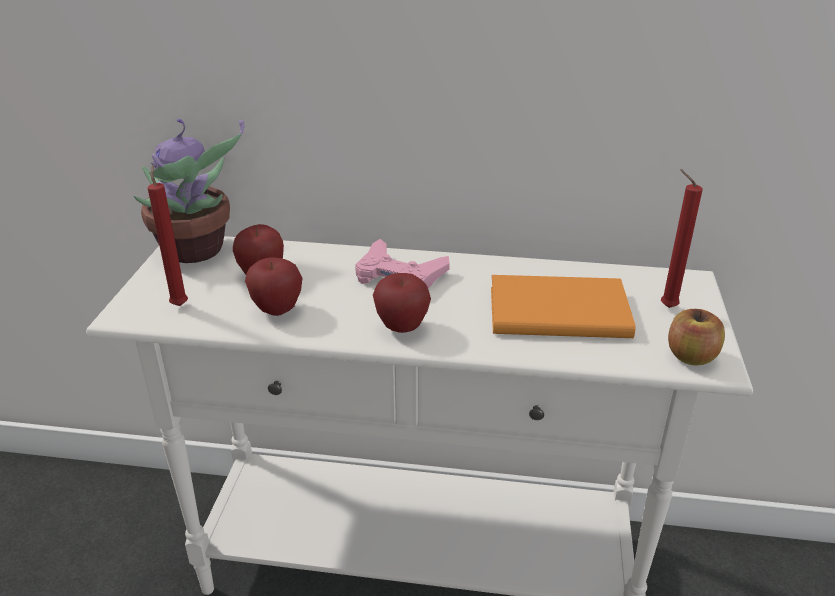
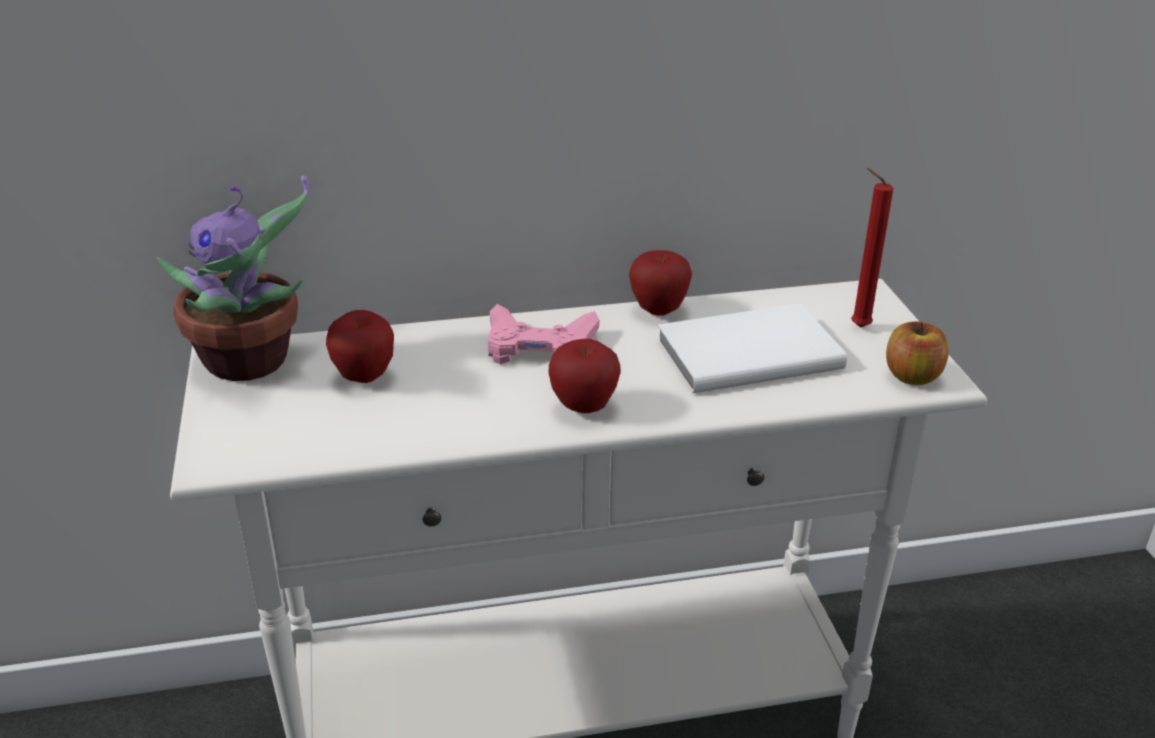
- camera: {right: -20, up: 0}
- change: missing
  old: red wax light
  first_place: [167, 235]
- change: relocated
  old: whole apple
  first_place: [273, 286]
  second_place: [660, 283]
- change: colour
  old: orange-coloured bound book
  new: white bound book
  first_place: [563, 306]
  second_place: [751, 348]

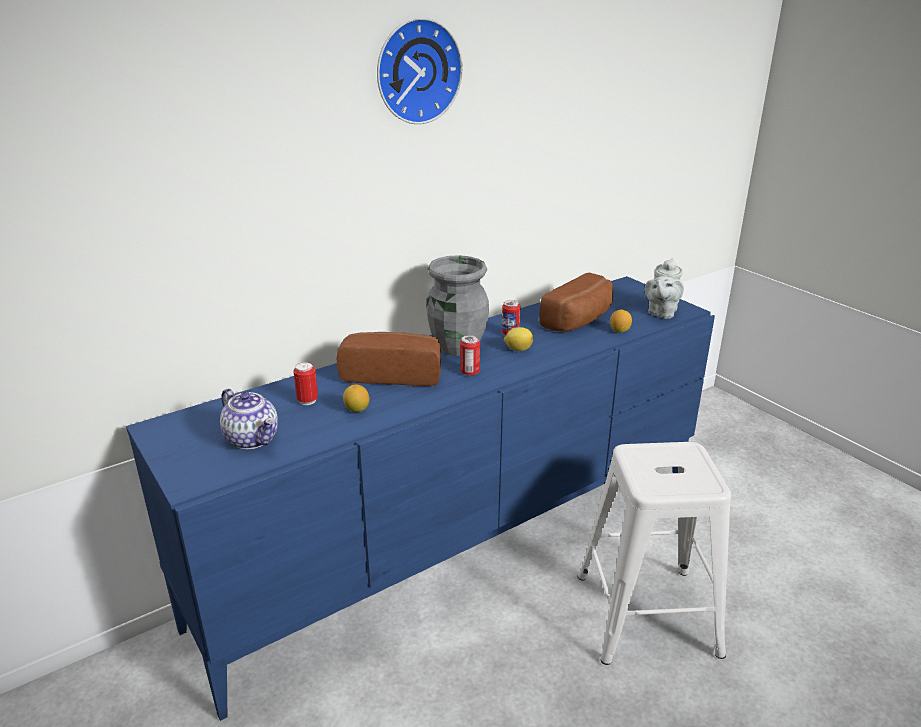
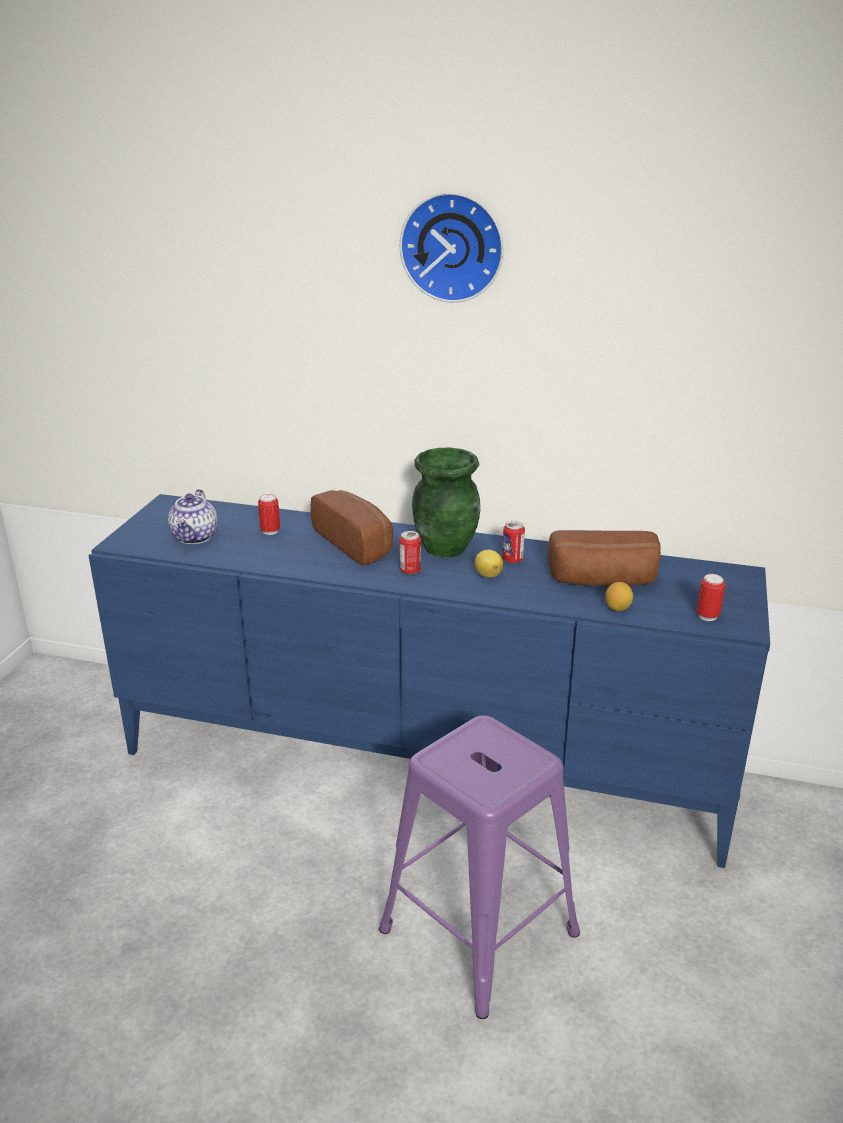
- camera: {right: 50, up: 0}
- change: colour
  old: greyish decorative vase
  new: green decorative vase
  first_place: [457, 305]
  second_place: [446, 503]
- change: exchanged
  old: greyish teapot
  new: sealed can
  first_place: [664, 288]
  second_place: [711, 597]
- change: missing
  old: whole lemon
  first_place: [356, 398]
- change: colour
  old: white stool seat
  new: purple stool seat
  first_place: [654, 553]
  second_place: [479, 867]

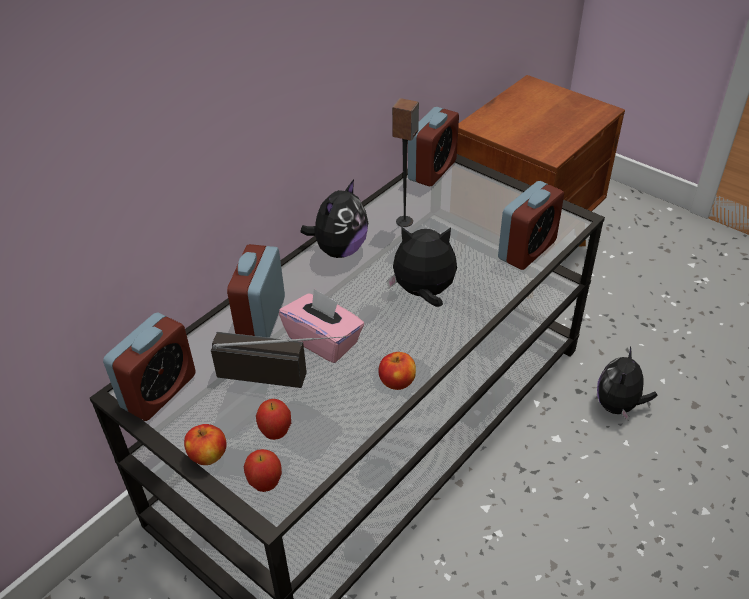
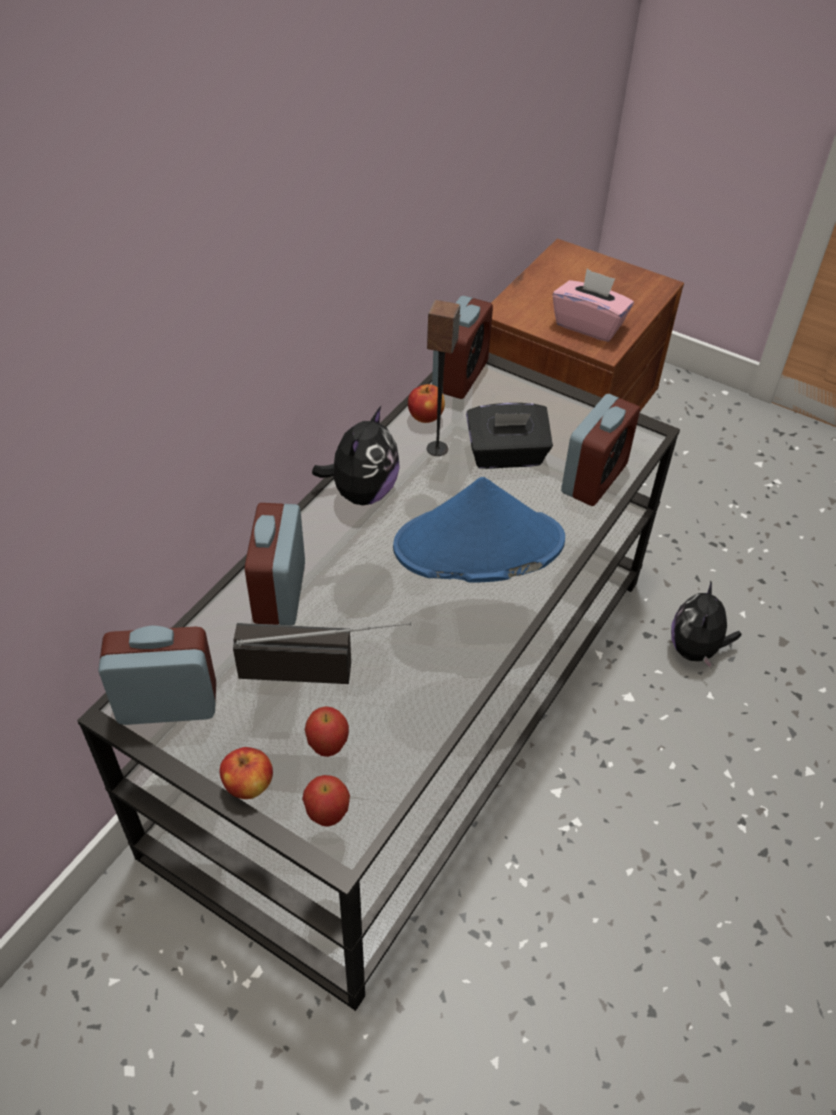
- camera: {right: -10, up: 5}
- change: exchanged
  old: plush toy
  new: blue-coloured hat
  first_place: [422, 266]
  second_place: [479, 530]
- change: relocated
  old: pink-coloured tissue holder
  first_place: [321, 325]
  second_place: [593, 305]
- change: spun
  old: table clock
  first_place: [149, 366]
  second_place: [157, 675]
  degrees: -120
- change: relocated
  old: whole apple
  first_place: [397, 371]
  second_place: [426, 403]
- change: appeared
  new: black-coloured tissue holder
  second_place: [509, 436]

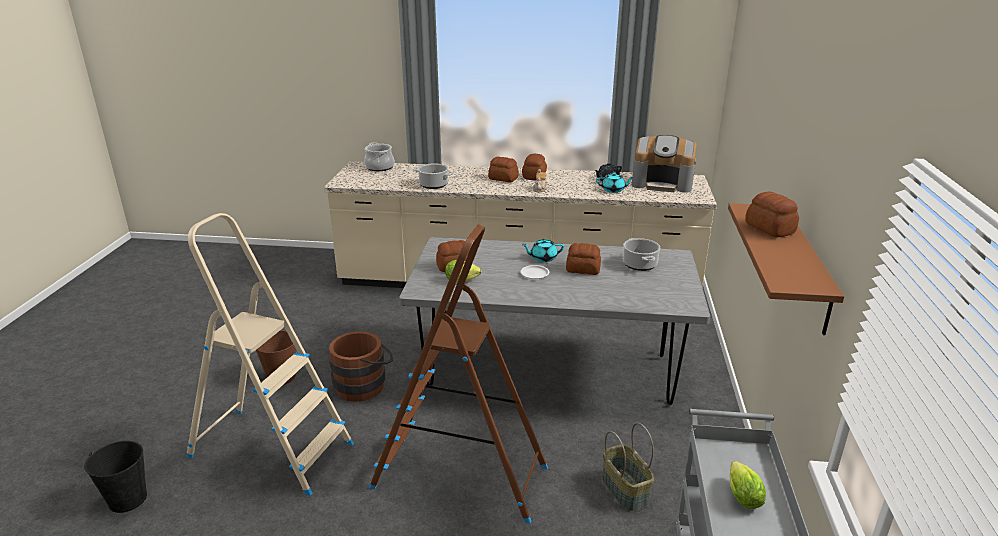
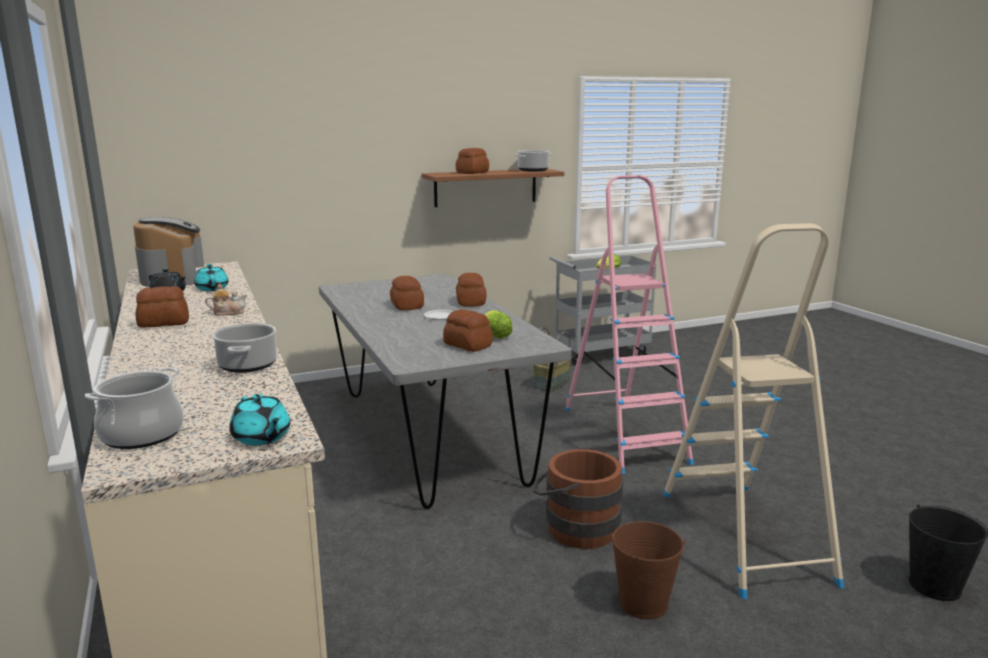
- camera: {right: -120, up: -10}
- change: relocated
  old: baked bread
  first_place: [503, 169]
  second_place: [471, 290]
- change: colour
  old: brownish step ladder
  new: pink-coloured step ladder
  first_place: [458, 373]
  second_place: [629, 324]
- change: relocated
  old: saucepot
  first_place: [641, 254]
  second_place: [533, 160]
- change: relocated
  old: blue-green teapot
  first_place: [543, 250]
  second_place: [259, 420]

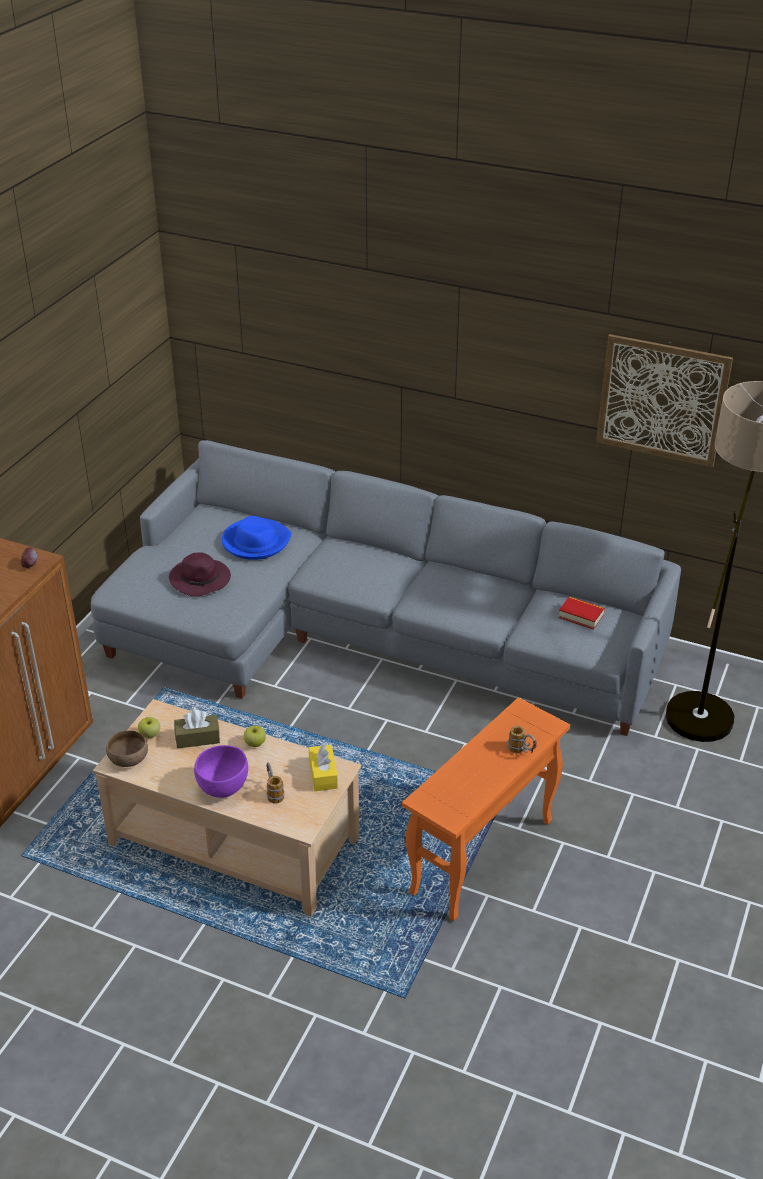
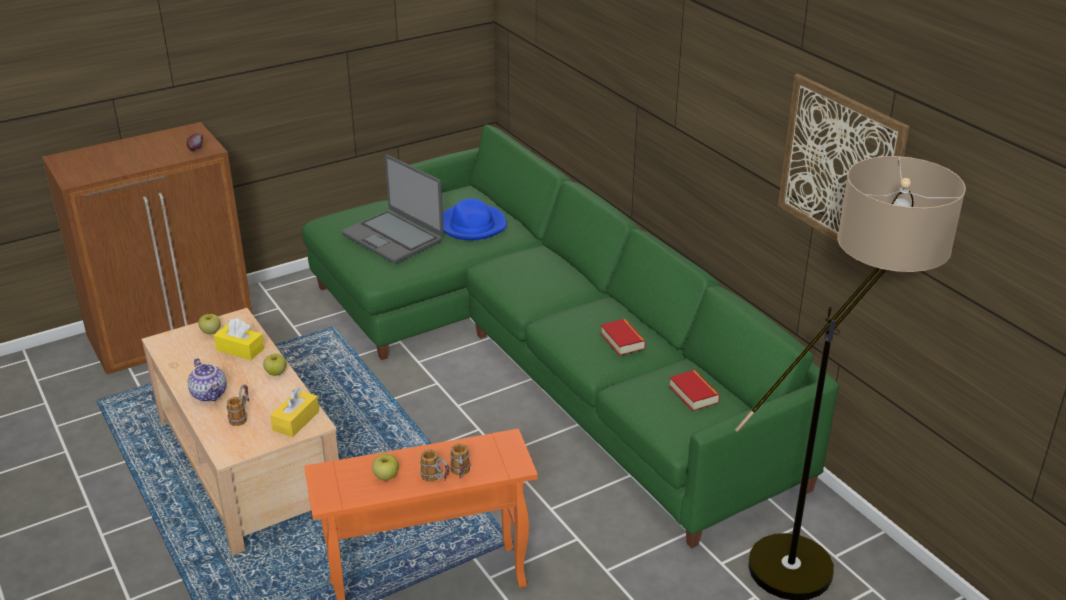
- camera: {right: 35, up: -5}
- change: colour
  old: greyish couch
  new: green couch
  first_place: [386, 588]
  second_place: [570, 336]
- change: exchanged
  old: purple hat
  new: notebook computer
  first_place: [200, 575]
  second_place: [393, 209]
- change: colour
  old: brownish tissue holder
  new: yellow-coloured tissue holder
  first_place: [197, 729]
  second_place: [239, 339]
- change: missing
  old: brownish deep dish
  first_place: [127, 748]
- change: exchanged
  old: purple deep dish
  new: teapot
  first_place: [221, 771]
  second_place: [207, 380]
- change: appeared
  new: bound book
  second_place: [623, 337]
- change: appeared
  new: tea mug
  second_place: [434, 466]
- change: appeared
  new: whole apple
  second_place: [385, 467]

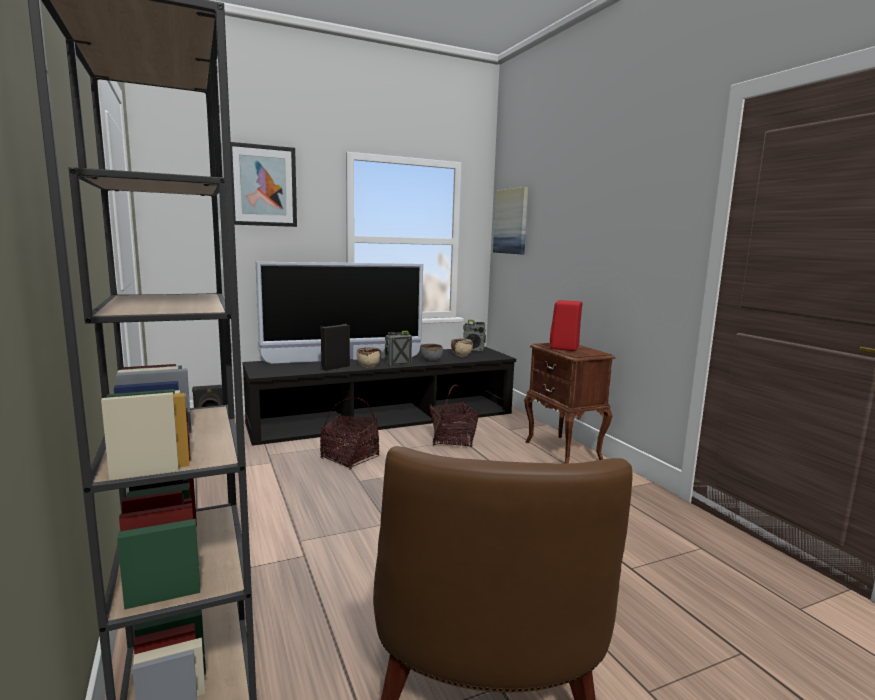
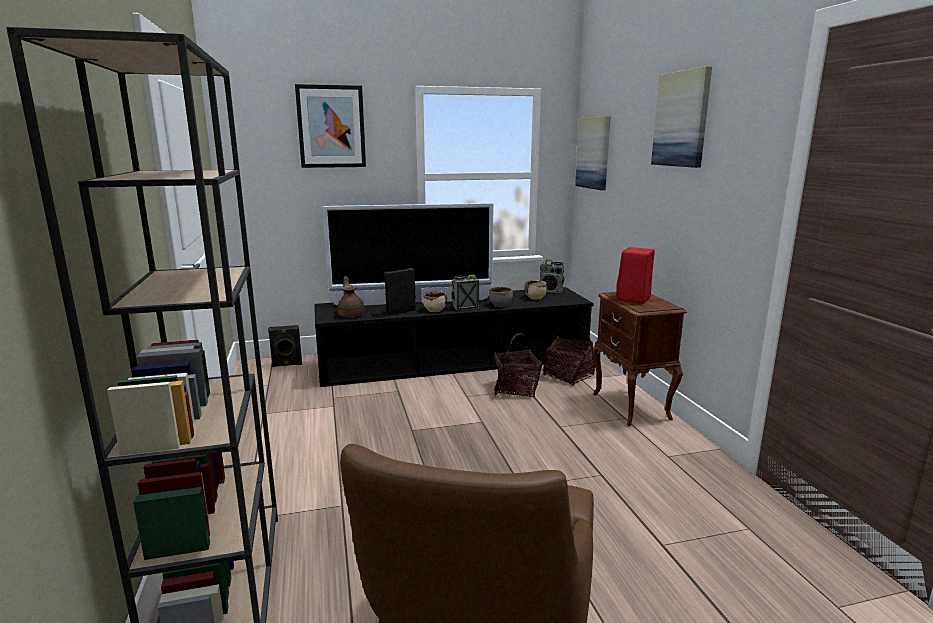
- camera: {right: 10, up: 5}
- change: relocated
  old: basket
  first_place: [349, 433]
  second_place: [569, 354]
- change: appeared
  new: picture
  second_place: [681, 117]
- change: appeared
  new: brownish teapot
  second_place: [351, 296]

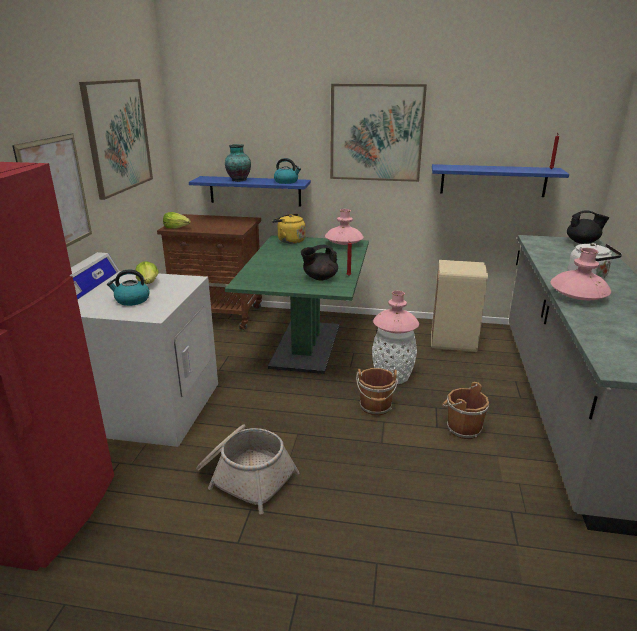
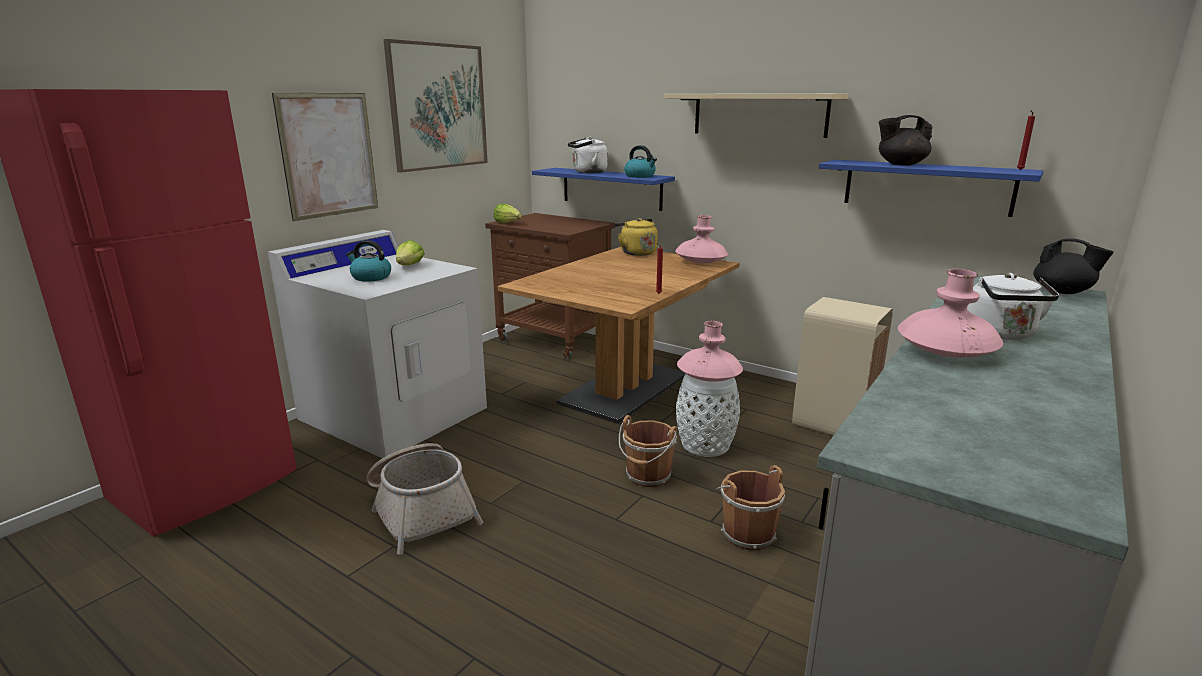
- camera: {right: 25, up: -5}
- change: exchanged
  old: picture
  new: beige-coloured shelf
  first_place: [378, 133]
  second_place: [755, 115]
- change: exchanged
  old: decorative vase
  new: white kettle
  first_place: [238, 163]
  second_place: [588, 155]
- change: colour
  old: green dining table
  new: brownish dining table
  first_place: [297, 305]
  second_place: [619, 335]
- change: relocated
  old: black-coloured teapot
  first_place: [319, 262]
  second_place: [906, 140]

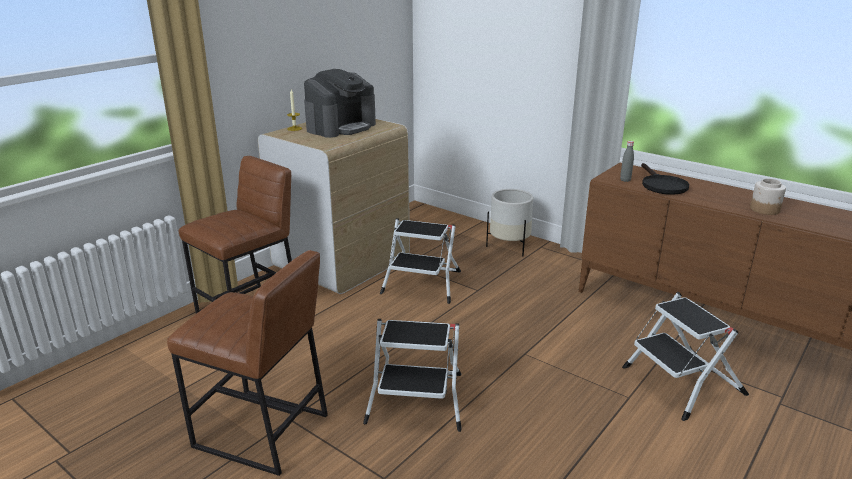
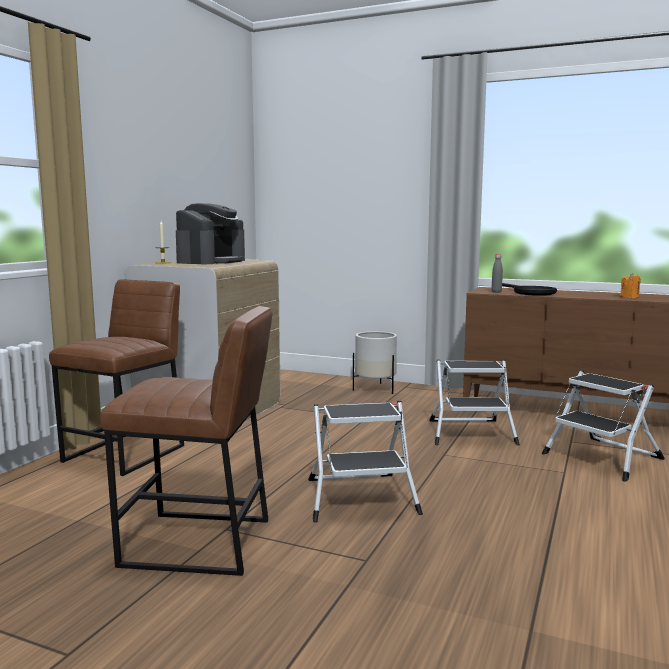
- camera: {right: -15, up: -15}
- change: exchanged
  old: preserve jar
  new: orange-coloured wax light
  first_place: [768, 197]
  second_place: [630, 285]
- change: relocated
  old: step ladder
  first_place: [420, 261]
  second_place: [474, 402]

